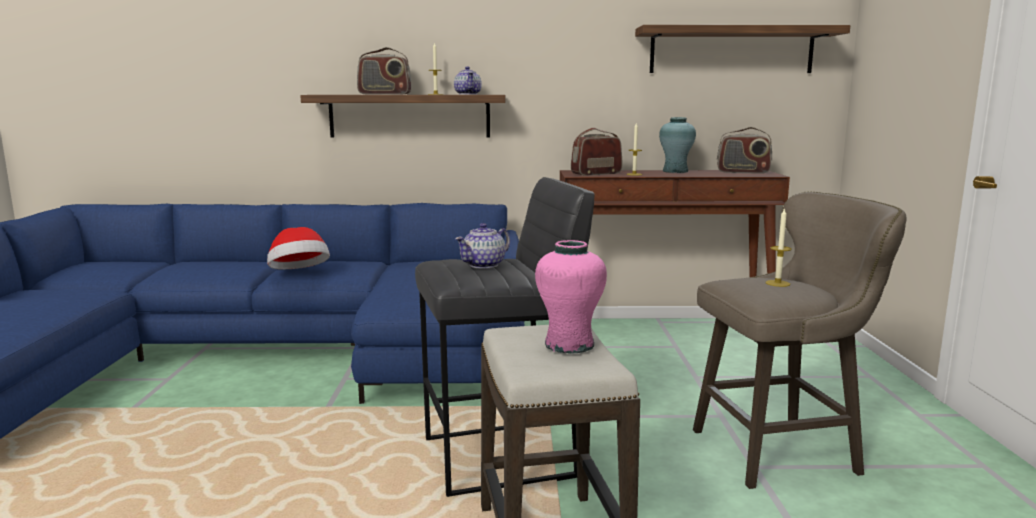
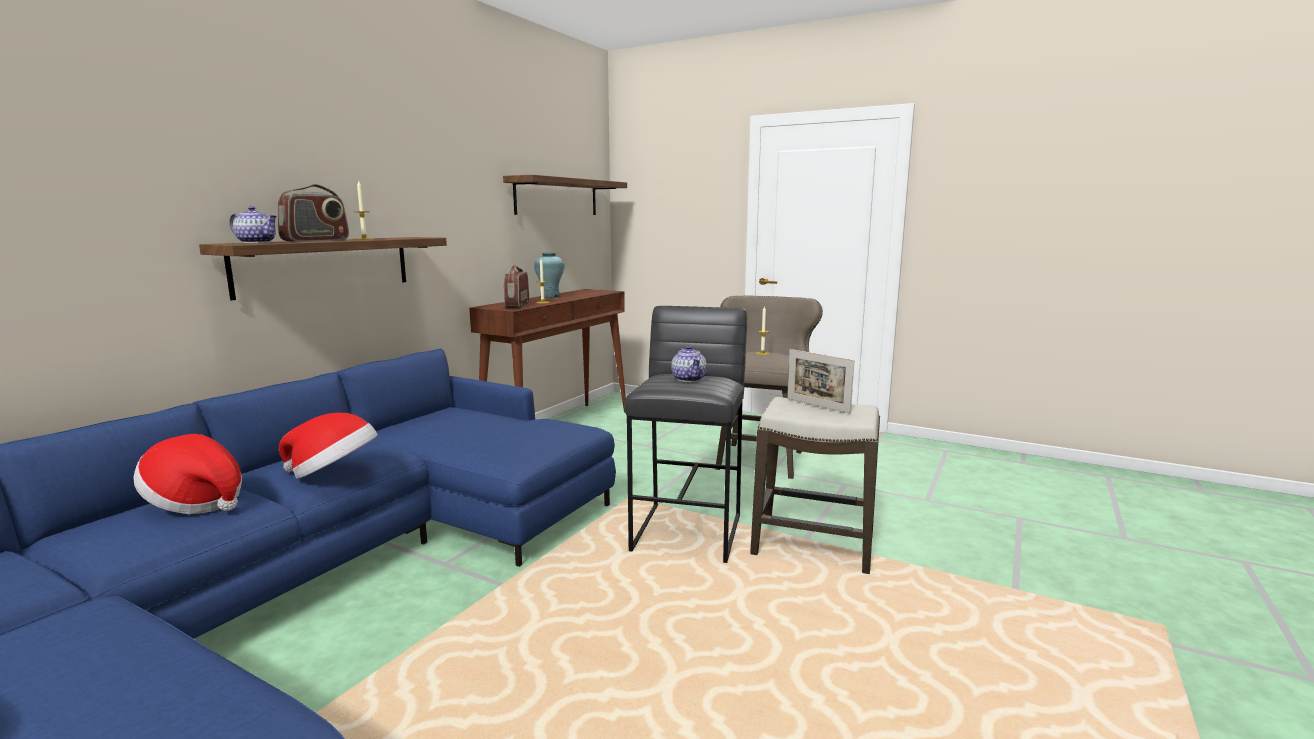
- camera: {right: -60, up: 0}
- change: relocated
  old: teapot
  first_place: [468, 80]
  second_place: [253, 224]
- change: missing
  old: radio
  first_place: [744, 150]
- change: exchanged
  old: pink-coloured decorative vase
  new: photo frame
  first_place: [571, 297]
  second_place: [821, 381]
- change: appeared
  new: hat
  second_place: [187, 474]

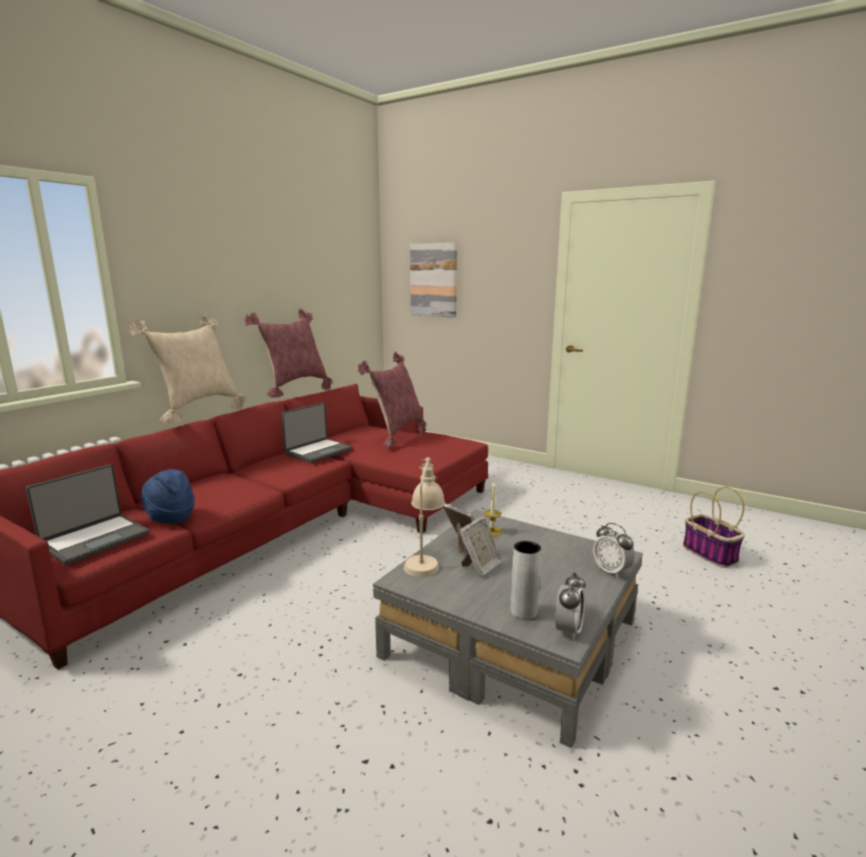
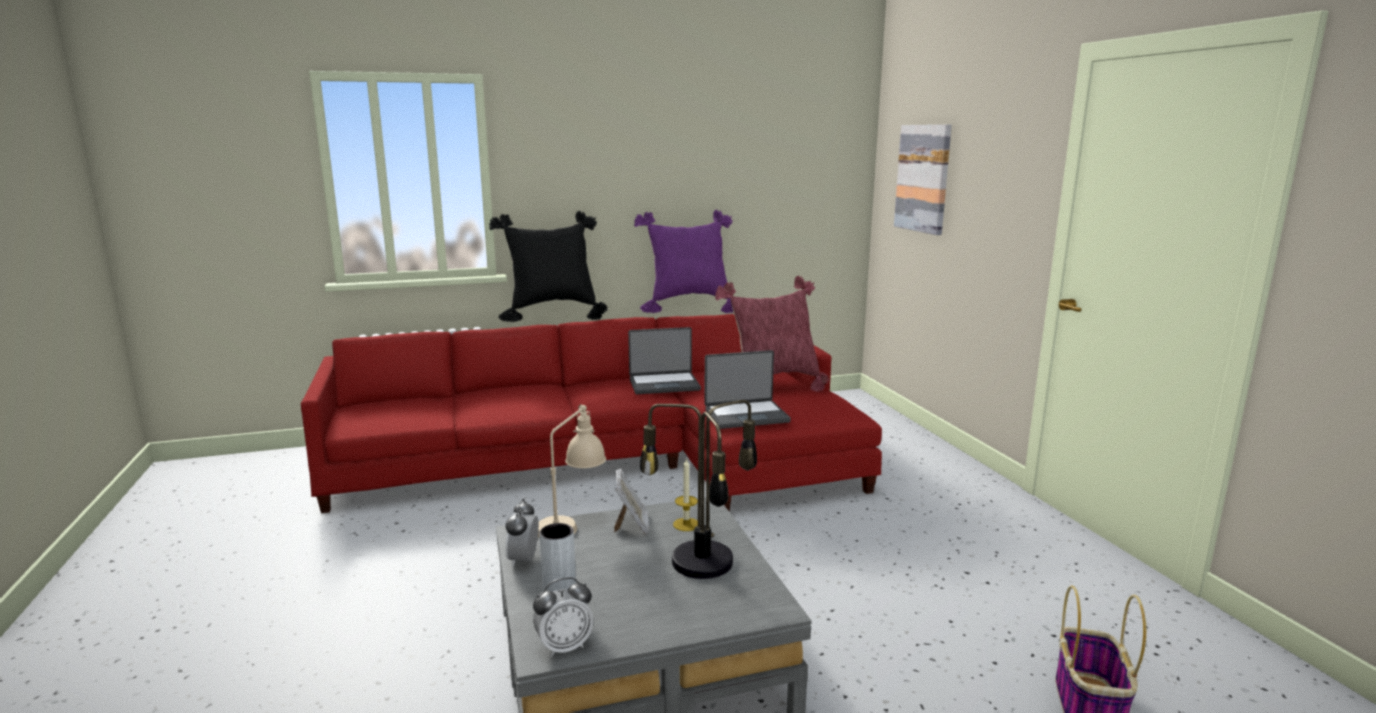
- camera: {right: 40, up: 0}
- change: colour
  old: red throw pillow
  new: purple throw pillow
  first_place: [289, 353]
  second_place: [683, 261]
- change: colour
  old: beige-coloured throw pillow
  new: black-coloured throw pillow
  first_place: [187, 368]
  second_place: [548, 266]
- change: relocated
  old: notebook computer
  first_place: [87, 514]
  second_place: [747, 389]
- change: missing
  old: blue-coloured hat
  first_place: [168, 496]
- change: missing
  old: photo frame
  first_place: [480, 547]
- change: relocated
  old: table clock
  first_place: [614, 550]
  second_place: [522, 533]
- change: appeared
  new: table lamp
  second_place: [698, 489]

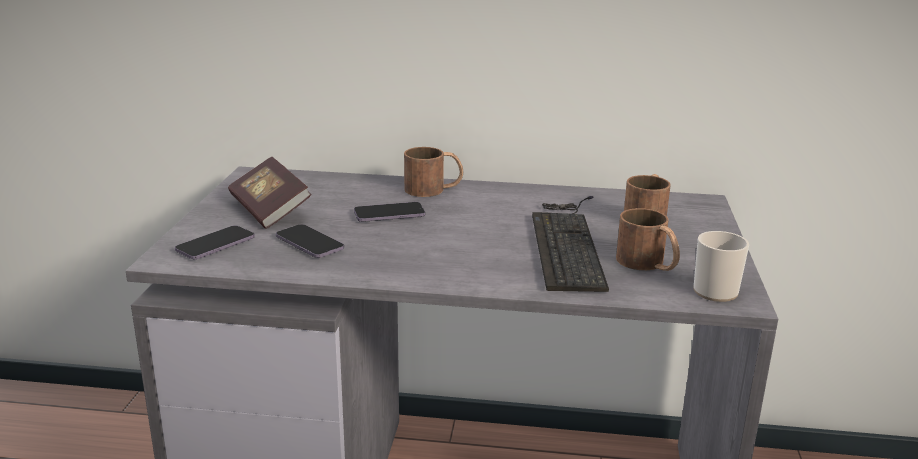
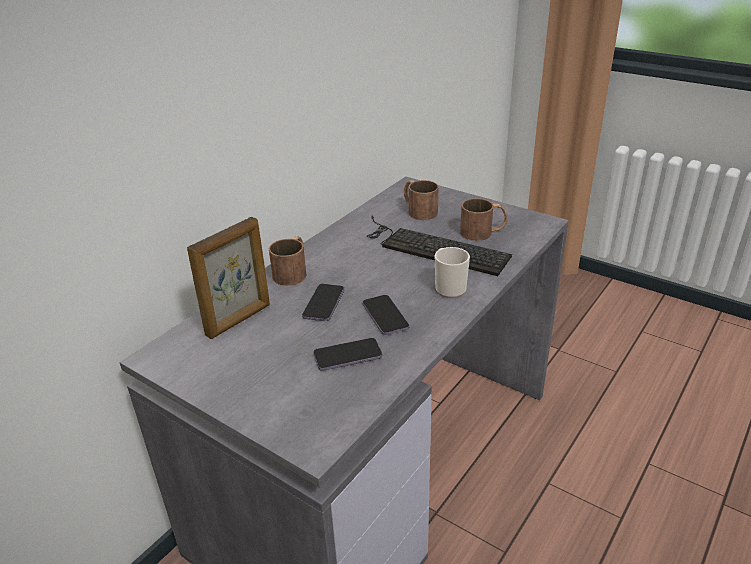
- camera: {right: -60, up: 10}
- change: missing
  old: bound book
  first_place: [270, 193]
- change: relocated
  old: handset
  first_place: [215, 242]
  second_place: [386, 315]
- change: relocated
  old: tea mug
  first_place: [721, 266]
  second_place: [452, 272]
- change: appeared
  new: photo frame
  second_place: [228, 278]

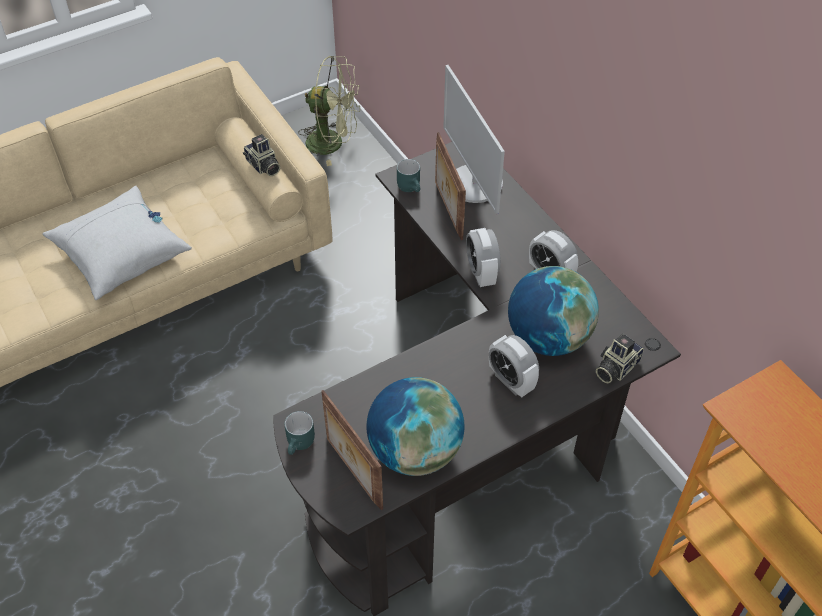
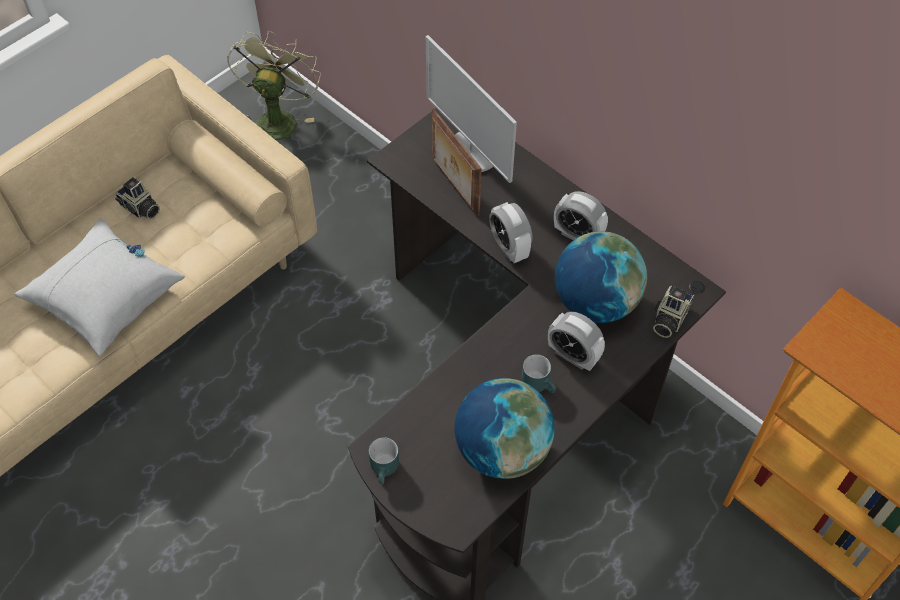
- camera: {right: -15, up: 5}
- change: spun
  old: green electric fan
  first_place: [329, 111]
  second_place: [274, 85]
  degrees: -75
- change: relocated
  old: photo camera
  first_place: [261, 155]
  second_place: [137, 198]
- change: relocated
  old: blue-green tea mug
  first_place: [408, 175]
  second_place: [539, 373]
- change: missing
  old: photo frame
  first_place: [352, 450]

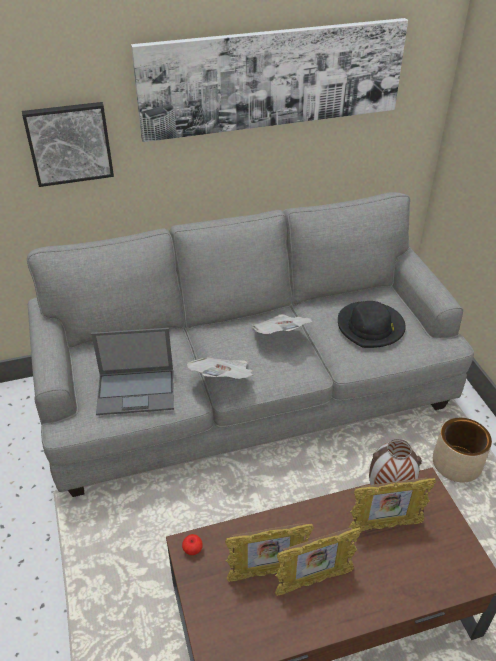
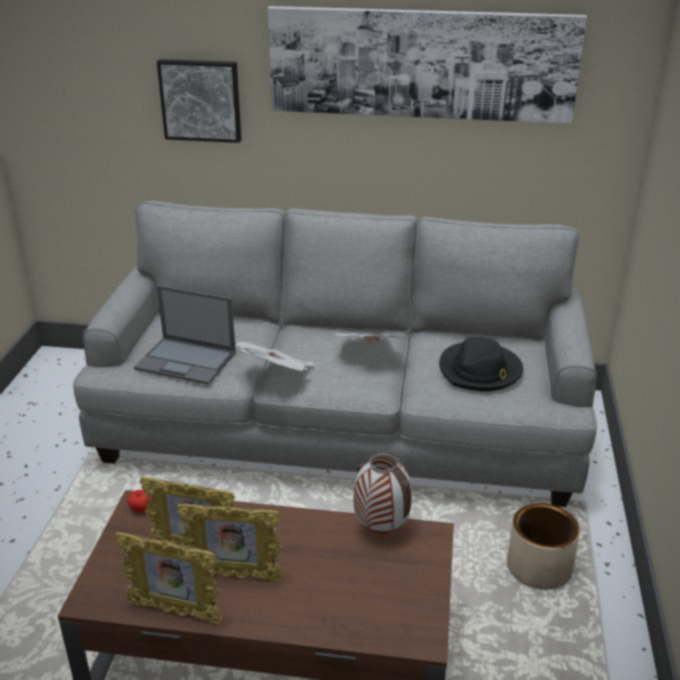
- camera: {right: 25, up: -10}
- change: relocated
  old: photo frame
  first_place: [392, 504]
  second_place: [168, 578]

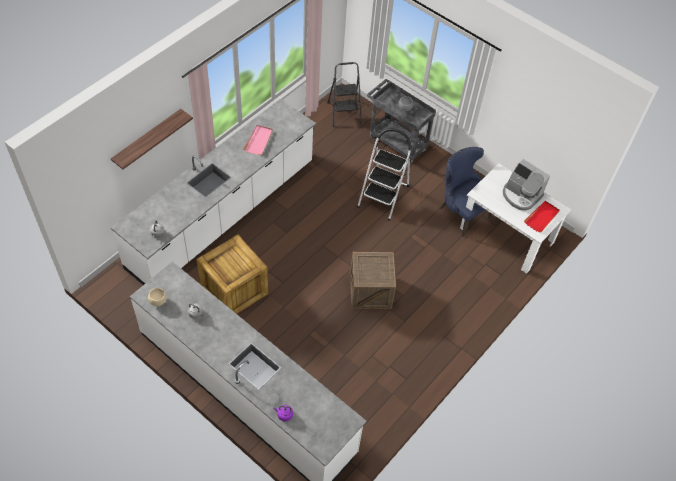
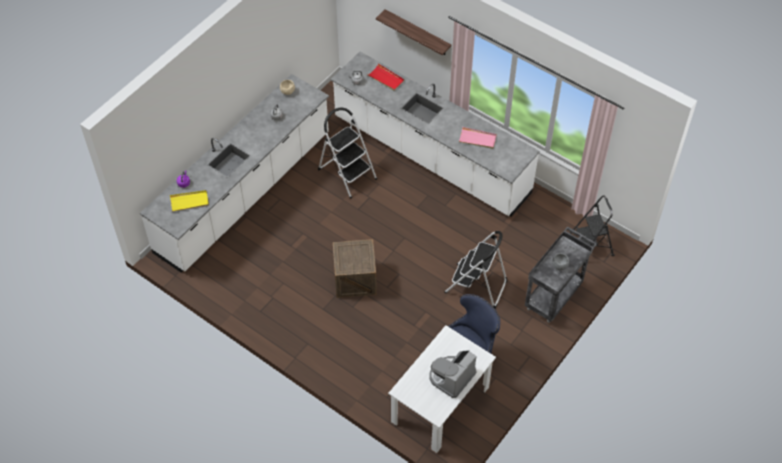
- camera: {right: 90, up: 0}
- change: relocated
  old: red tray
  first_place: [542, 216]
  second_place: [386, 77]
- change: exchanged
  old: crate
  new: step ladder
  first_place: [232, 274]
  second_place: [347, 153]
- change: appeared
  new: yellow-coloured tray
  second_place: [189, 201]

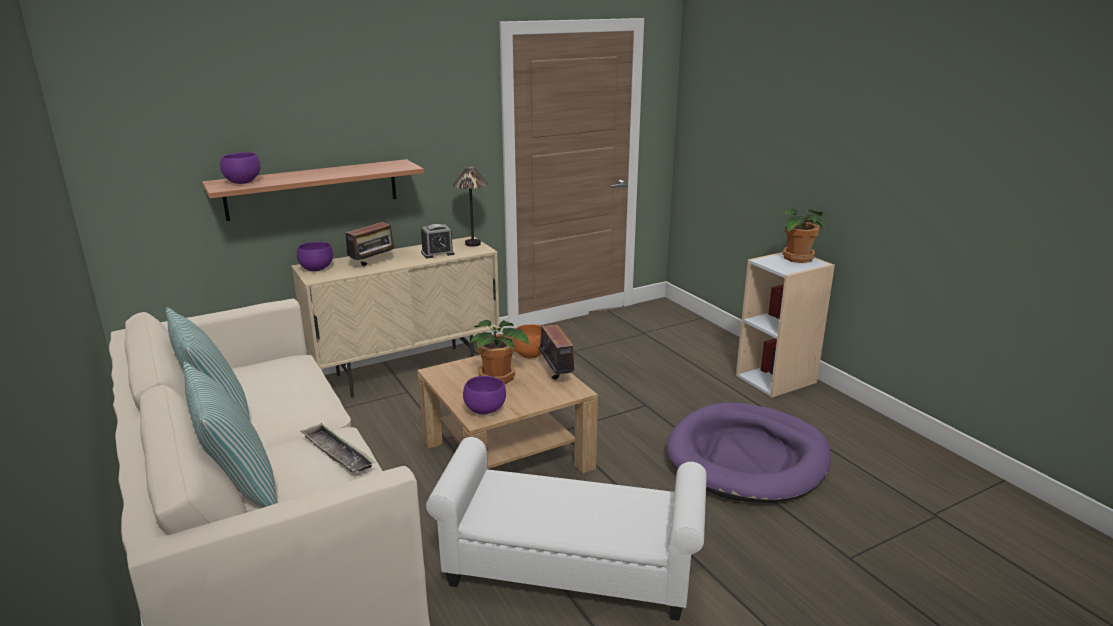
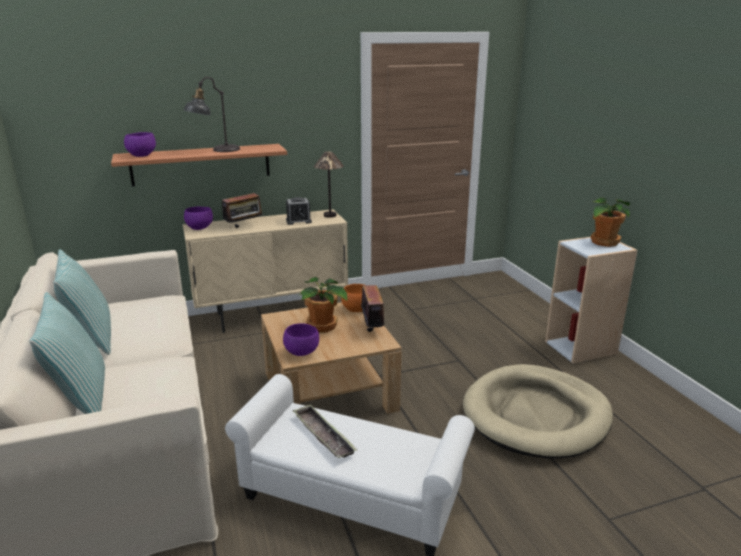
- camera: {right: 10, up: 0}
- change: colour
  old: purple pet bed
  new: beige-coloured pet bed
  first_place: [748, 453]
  second_place: [538, 411]
- change: relocated
  old: tray
  first_place: [338, 447]
  second_place: [325, 431]
- change: appeared
  new: greyish table lamp
  second_place: [212, 114]

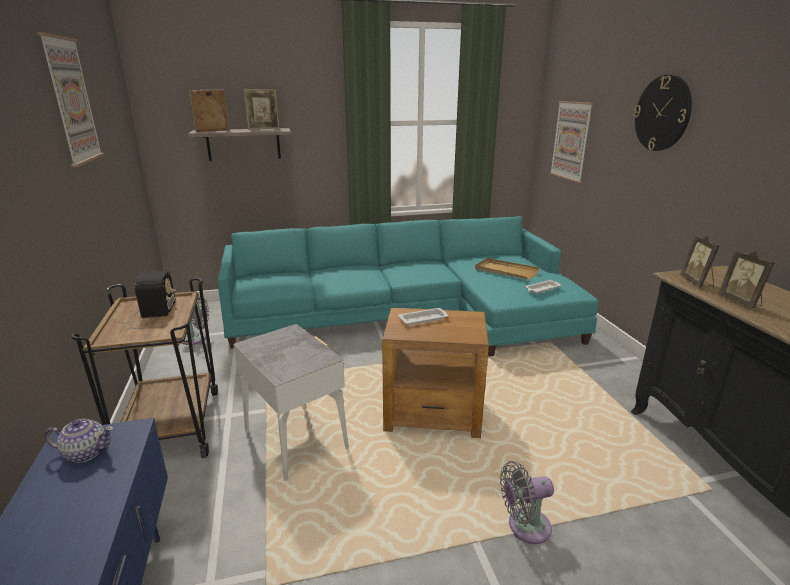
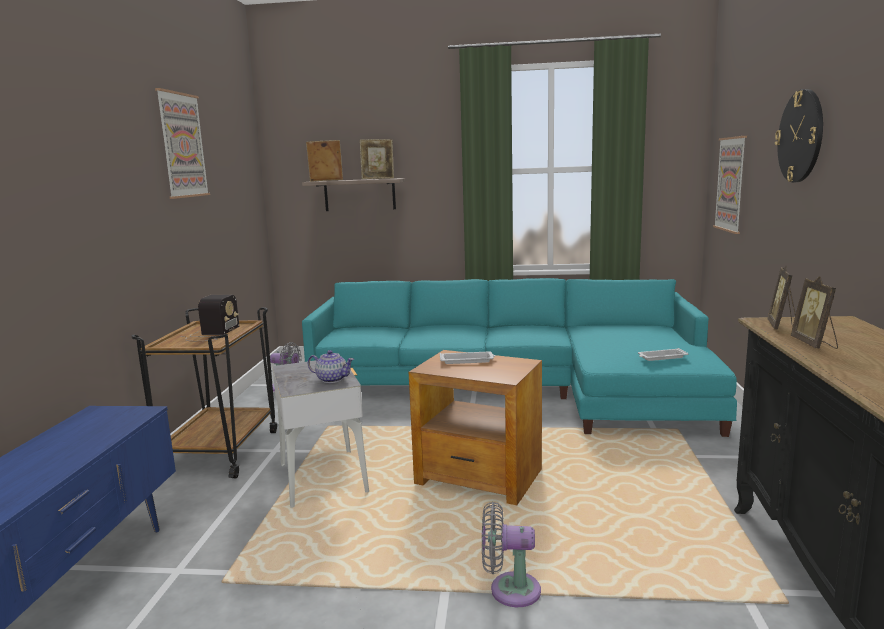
- camera: {right: 20, up: -10}
- change: missing
  old: beige-coloured tray
  first_place: [507, 269]
- change: relocated
  old: teapot
  first_place: [79, 441]
  second_place: [331, 366]

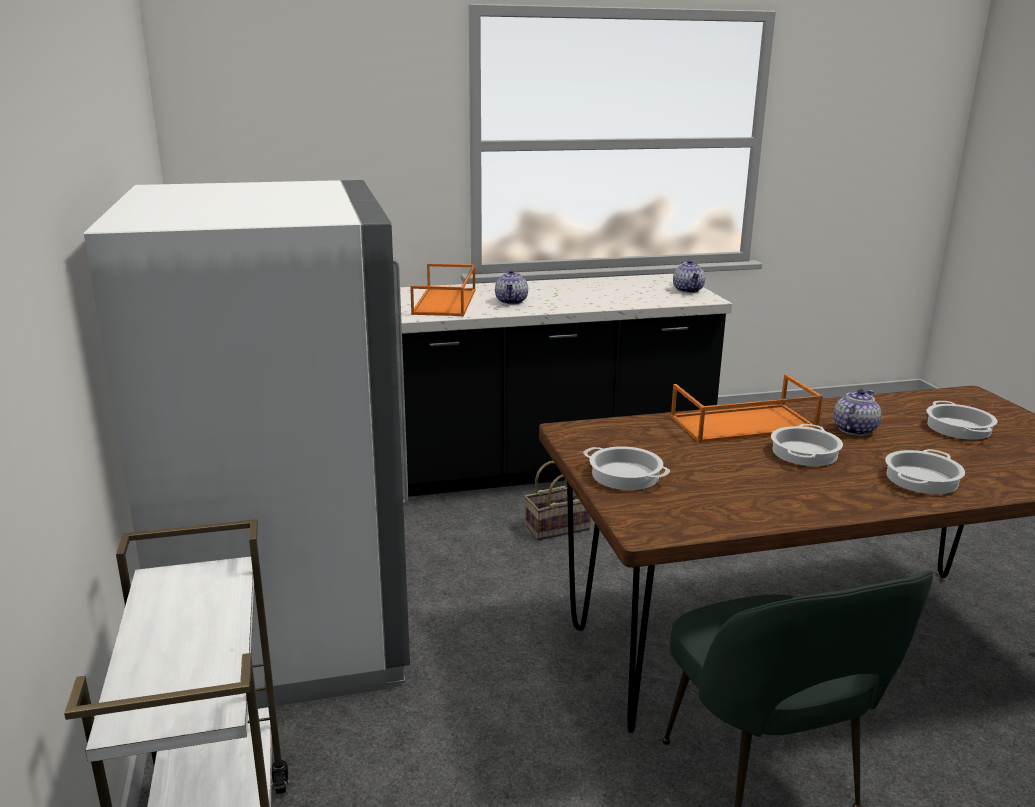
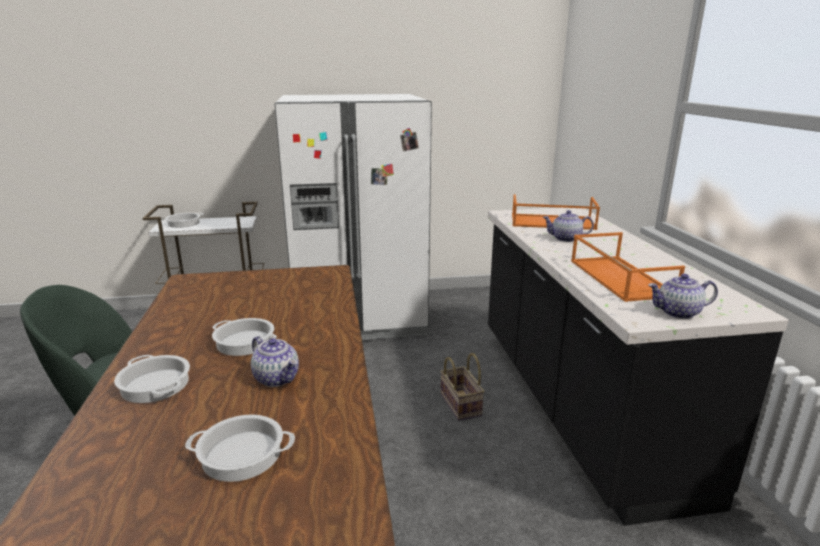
- camera: {right: 95, up: 0}
- change: relocated
  old: orange-coloured tray
  first_place: [746, 408]
  second_place: [628, 267]
- change: relocated
  old: saucepot
  first_place: [626, 468]
  second_place: [183, 220]

